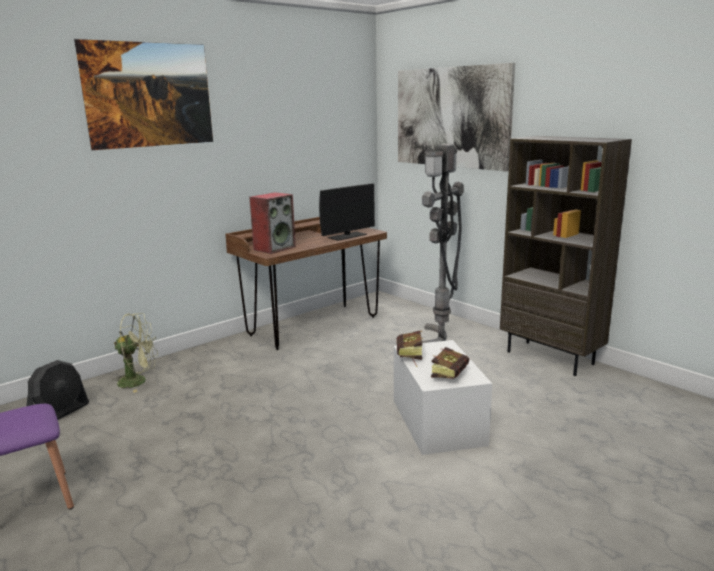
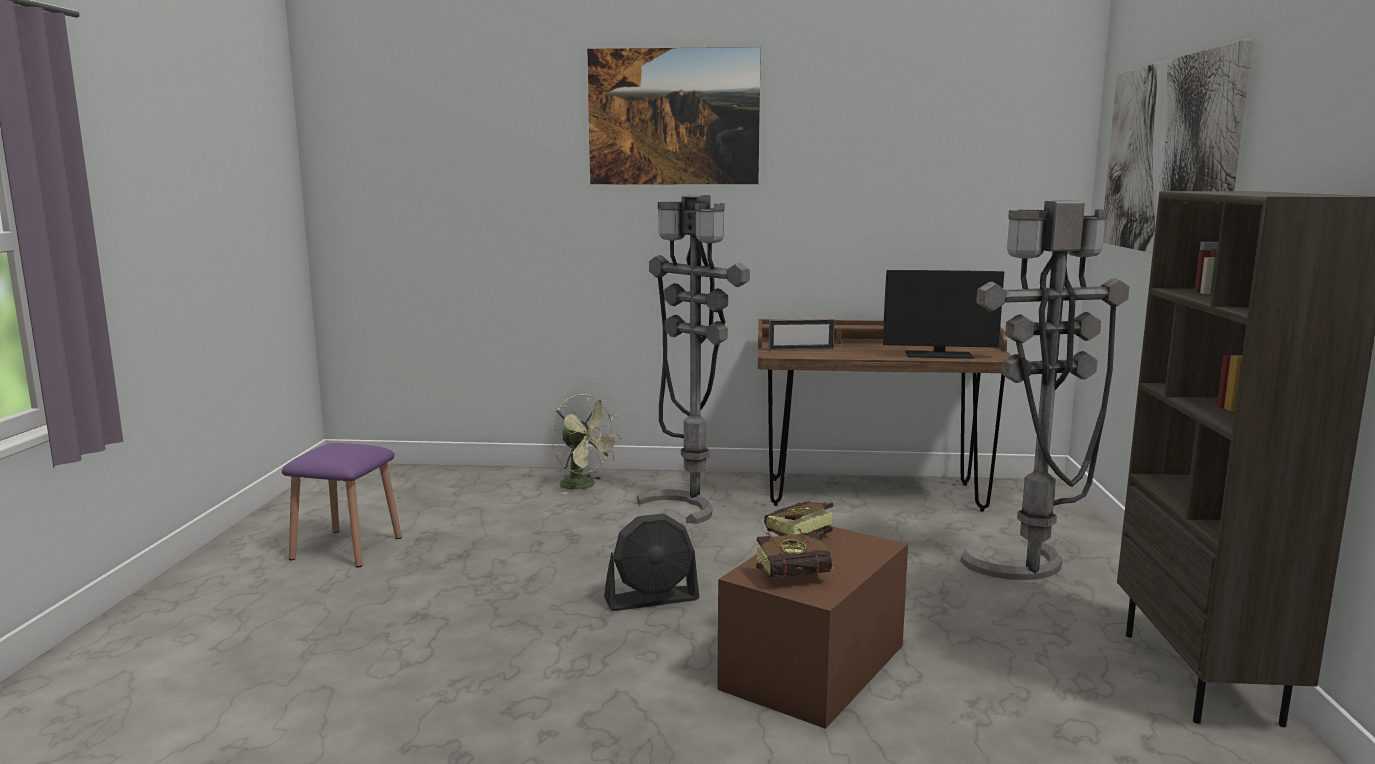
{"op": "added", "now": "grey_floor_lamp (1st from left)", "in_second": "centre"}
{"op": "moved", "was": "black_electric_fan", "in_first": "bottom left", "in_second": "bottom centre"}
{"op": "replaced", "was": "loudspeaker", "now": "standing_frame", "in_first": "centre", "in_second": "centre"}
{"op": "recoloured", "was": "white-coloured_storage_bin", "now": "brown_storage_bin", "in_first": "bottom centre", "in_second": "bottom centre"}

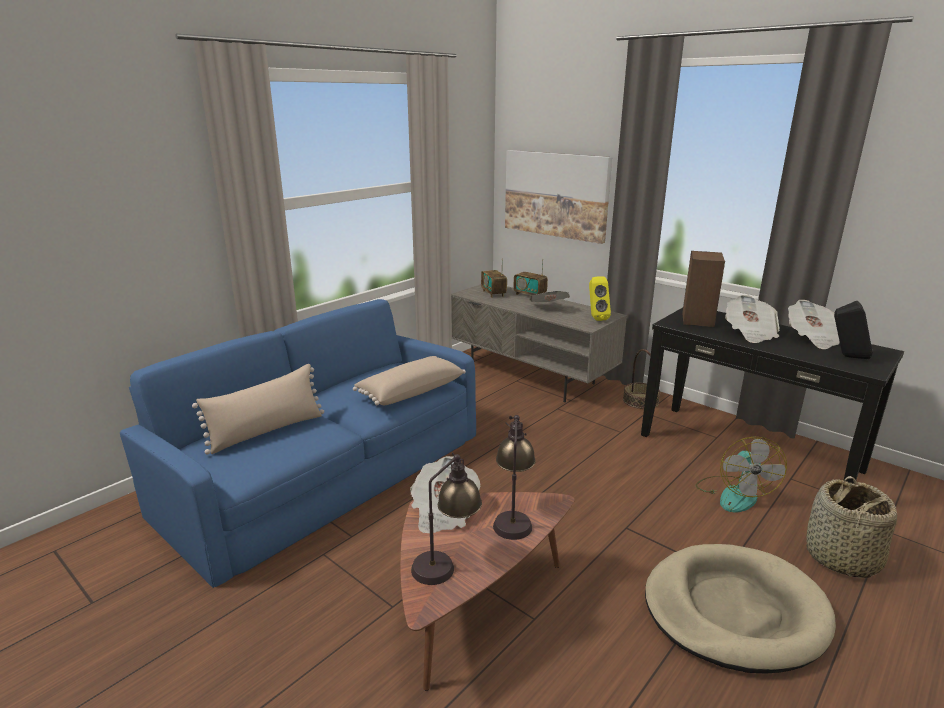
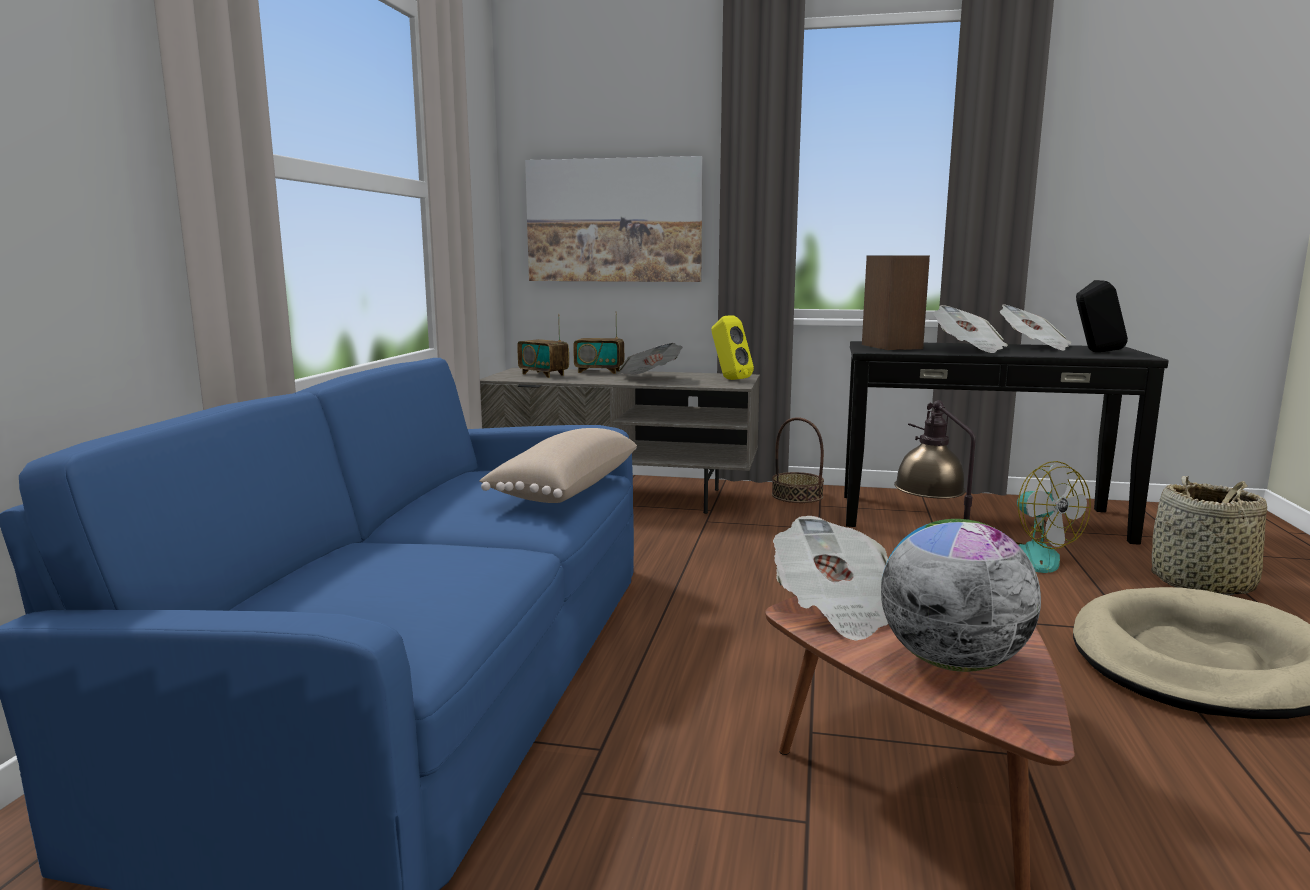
{"op": "removed", "was": "beige-coloured_cushion (1st from left)", "in_first": "middle left"}
{"op": "replaced", "was": "table_lamp (1st from left)", "now": "world_globe", "in_first": "bottom centre", "in_second": "bottom right"}

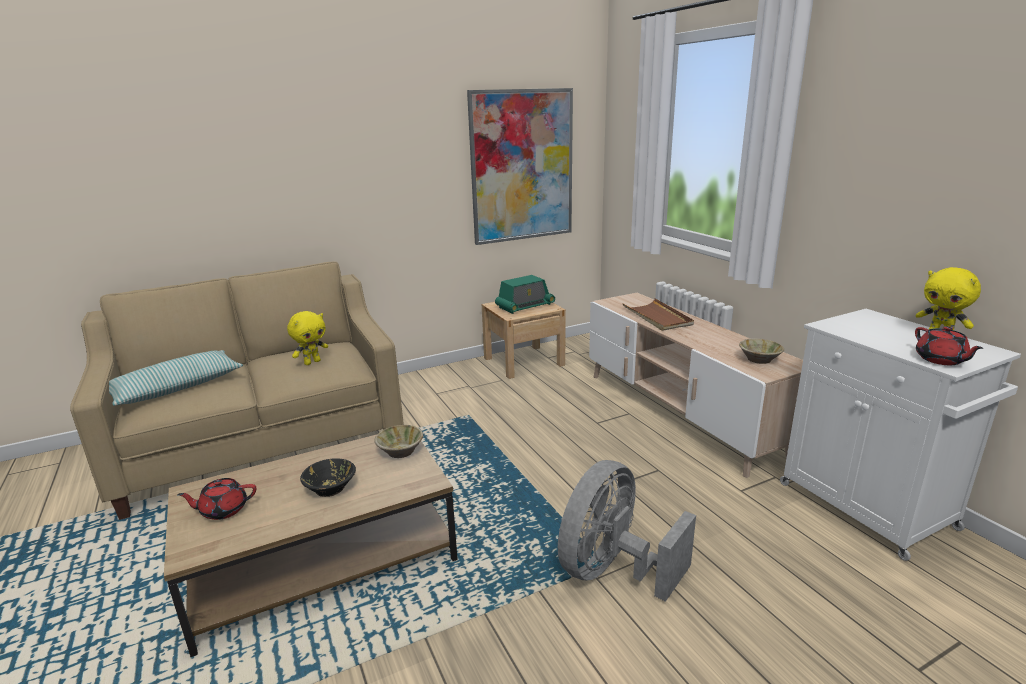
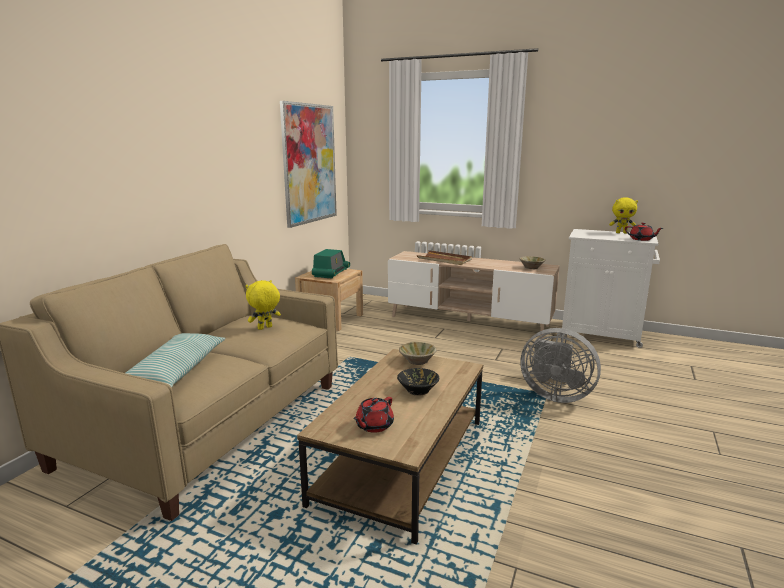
{"op": "turned", "was": "yellow-coloured_plush_toy (1st from left)", "in_first": "middle left", "in_second": "centre", "clockwise": -135}
{"op": "turned", "was": "grey_electric_fan", "in_first": "bottom centre", "in_second": "middle right", "clockwise": -60}

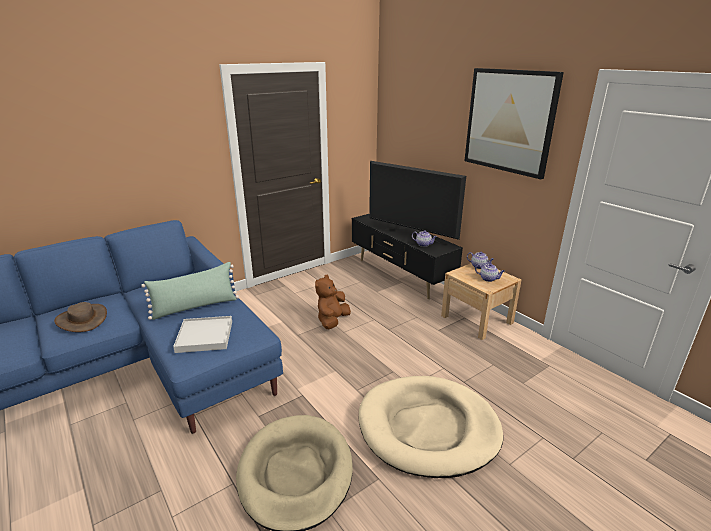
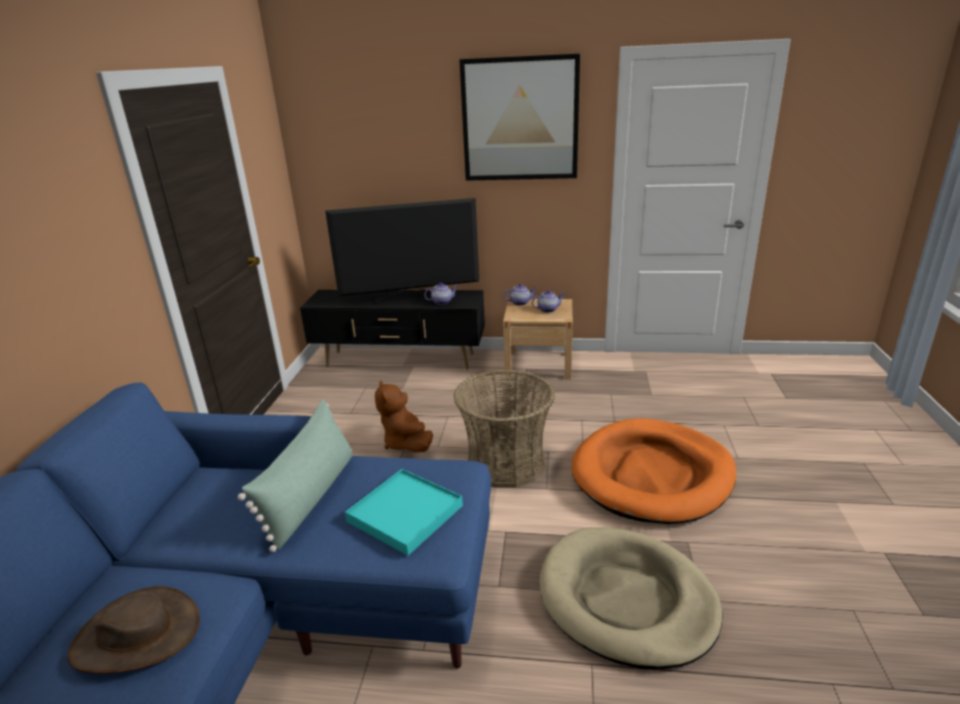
{"op": "added", "now": "basket", "in_second": "centre"}
{"op": "recoloured", "was": "white-coloured_serving_tray", "now": "turquoise-coloured_serving_tray", "in_first": "middle left", "in_second": "bottom centre"}
{"op": "recoloured", "was": "beige-coloured_dog_cushion (2nd from left)", "now": "orange-coloured_dog_cushion", "in_first": "bottom centre", "in_second": "bottom right"}

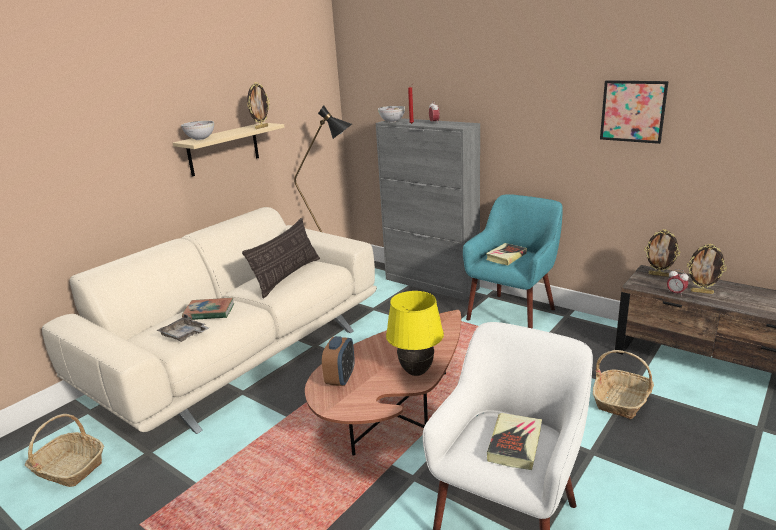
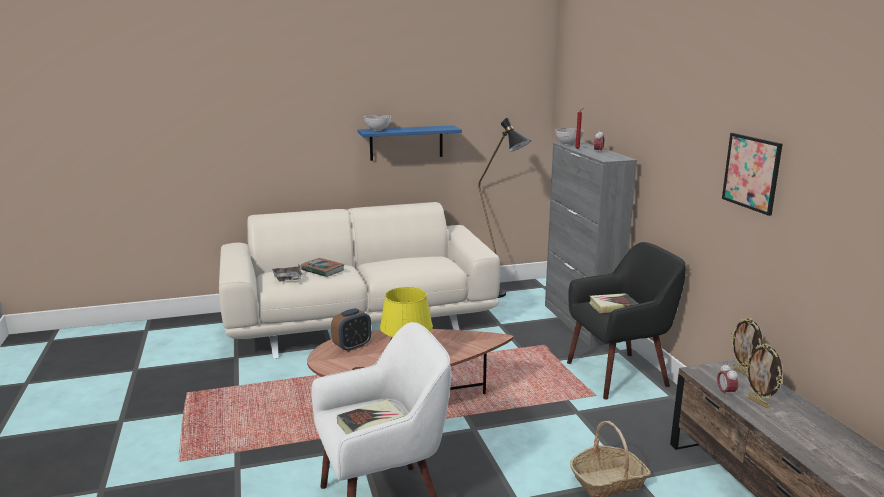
{"op": "removed", "was": "basket (1st from left)", "in_first": "bottom left"}
{"op": "removed", "was": "cushion", "in_first": "centre"}
{"op": "removed", "was": "standing_frame (1st from left)", "in_first": "top left"}
{"op": "recoloured", "was": "beige-coloured_shelf", "now": "blue-coloured_shelf", "in_first": "top left", "in_second": "top centre"}
{"op": "recoloured", "was": "turquoise-coloured_armchair", "now": "black_armchair", "in_first": "centre", "in_second": "middle right"}

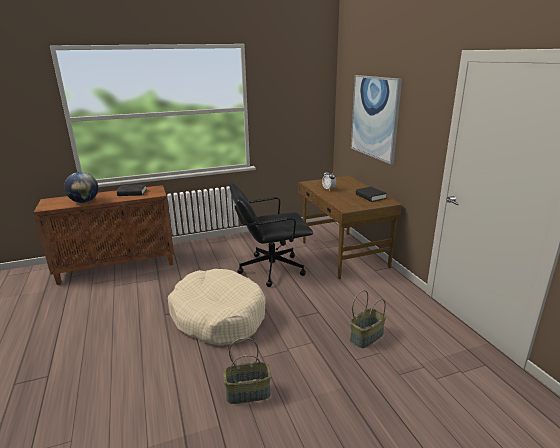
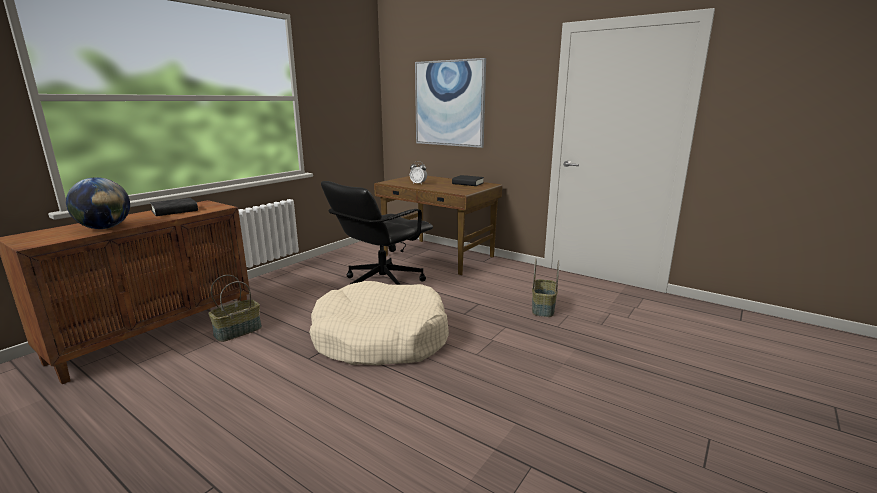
{"op": "moved", "was": "basket (1st from left)", "in_first": "bottom centre", "in_second": "middle left"}

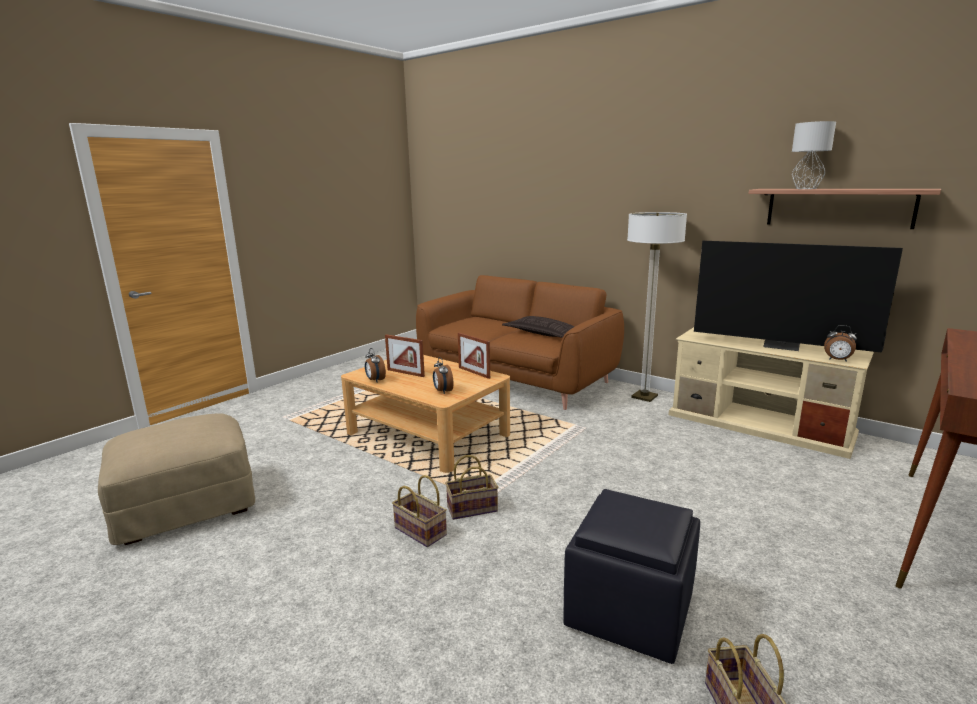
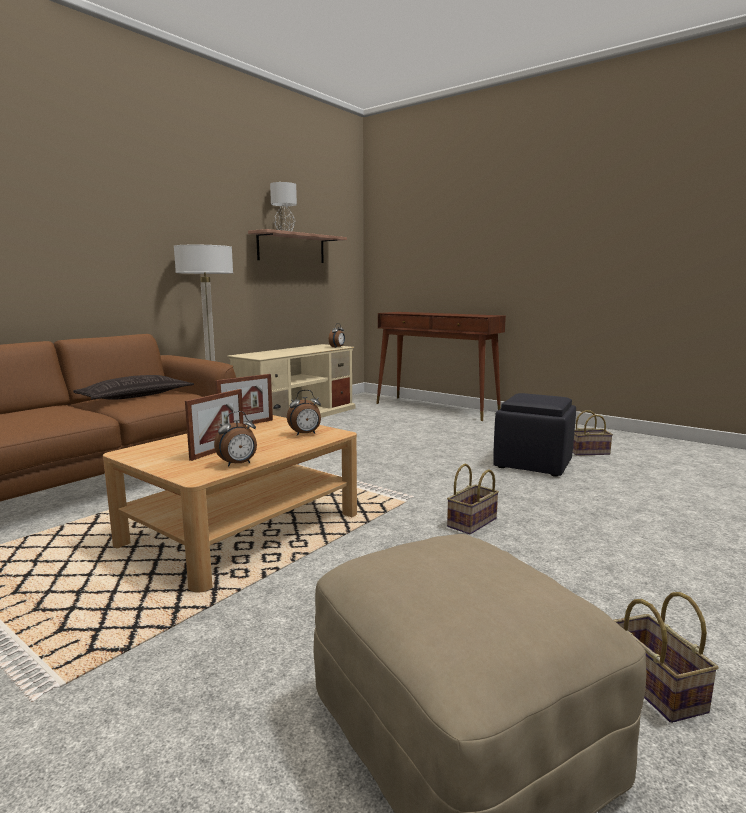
{"op": "removed", "was": "television", "in_first": "middle right"}
{"op": "moved", "was": "basket (2nd from left in the first image)", "now": "basket (3rd from left)", "in_first": "bottom centre", "in_second": "bottom right"}

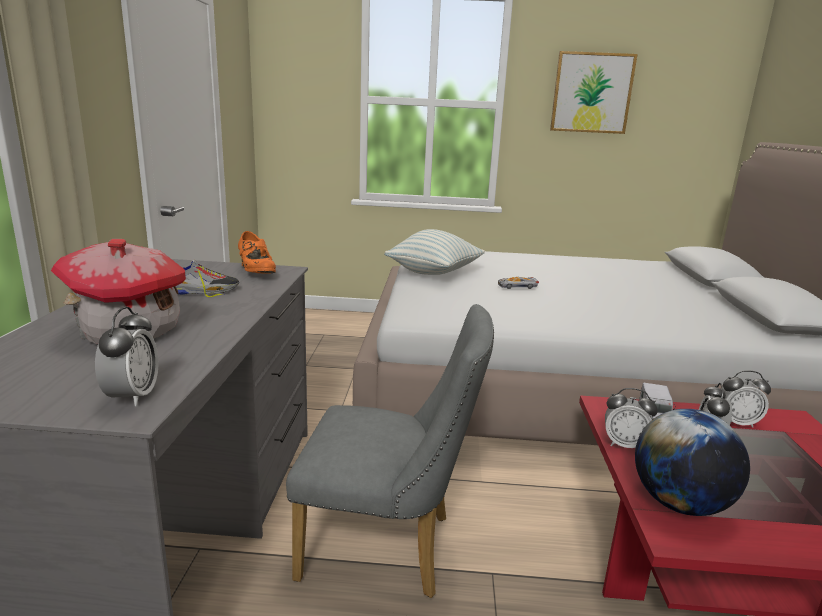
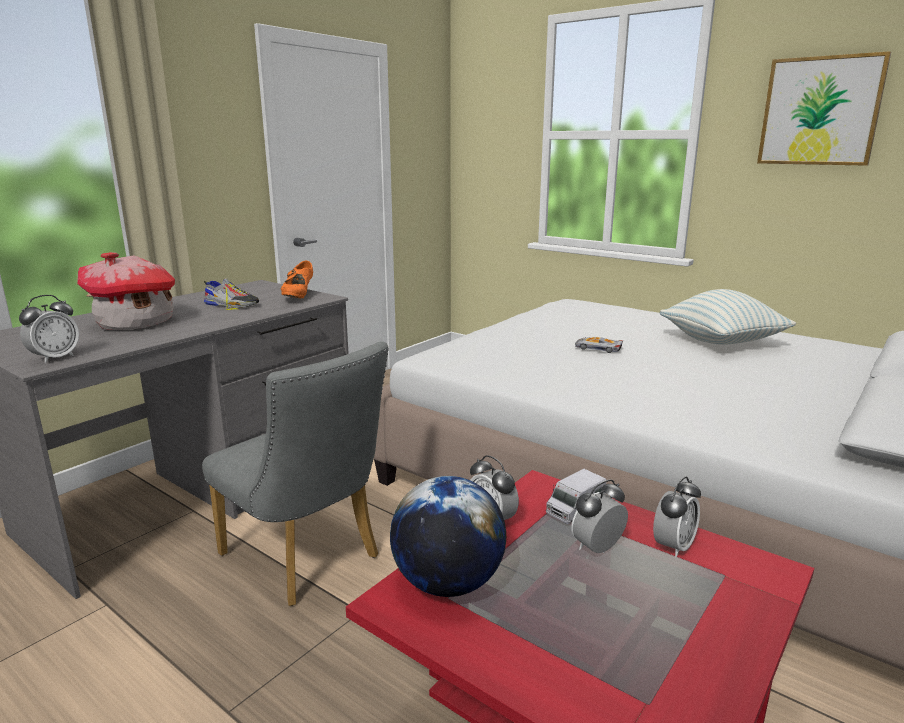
{"op": "moved", "was": "cushion", "in_first": "centre", "in_second": "middle right"}
{"op": "turned", "was": "bedside_clock (4th from left)", "in_first": "middle right", "in_second": "bottom right", "clockwise": -90}

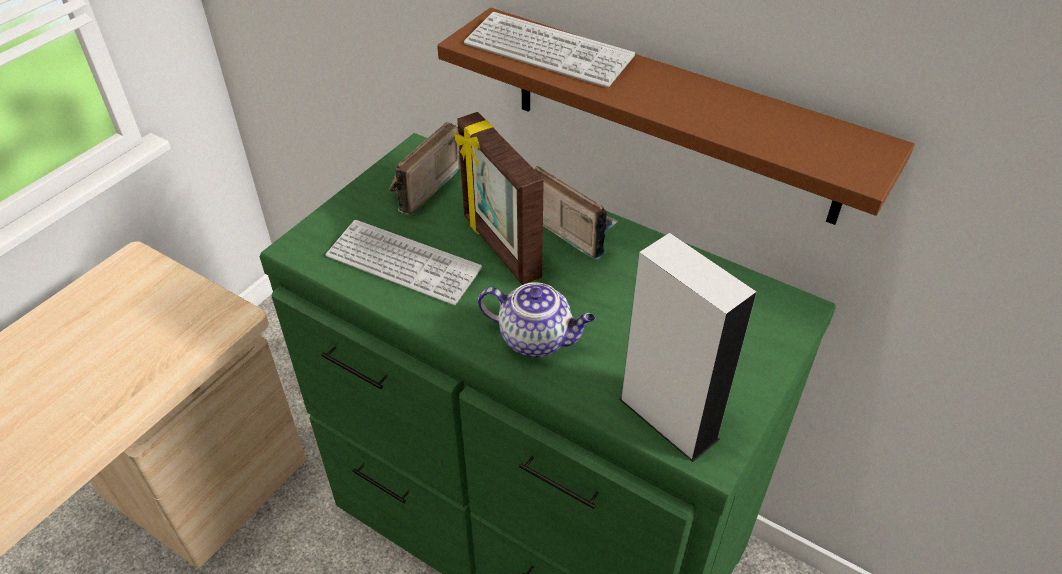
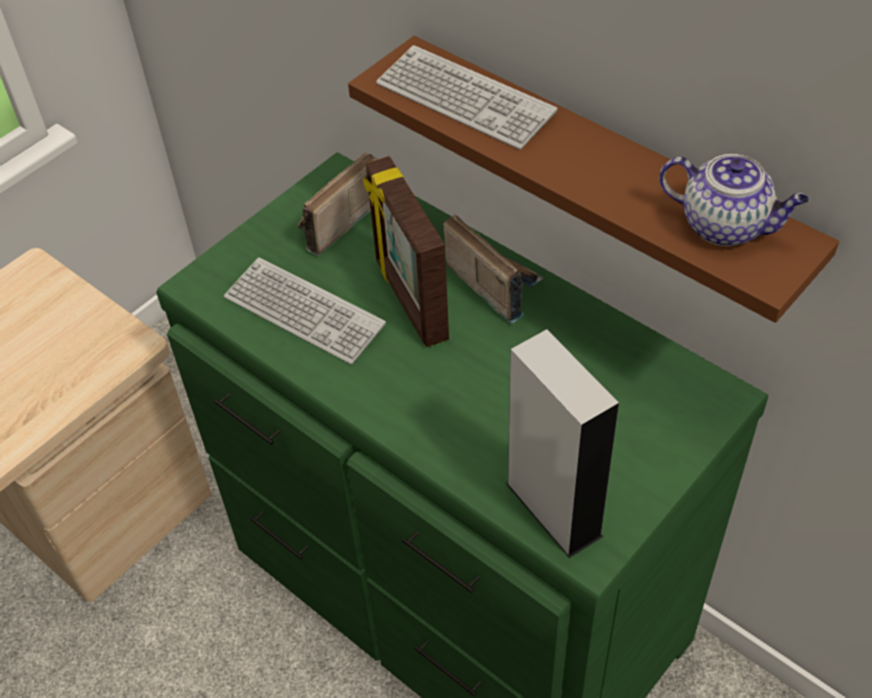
{"op": "moved", "was": "pot_for_tea", "in_first": "centre", "in_second": "top right"}

